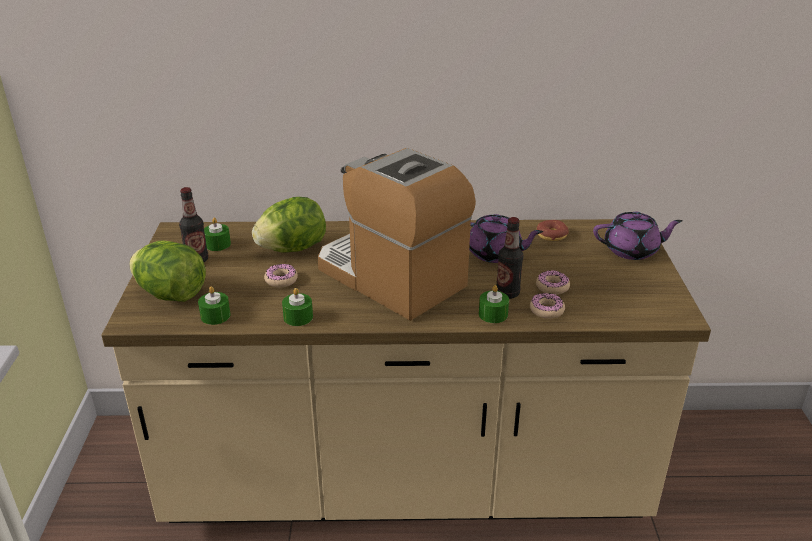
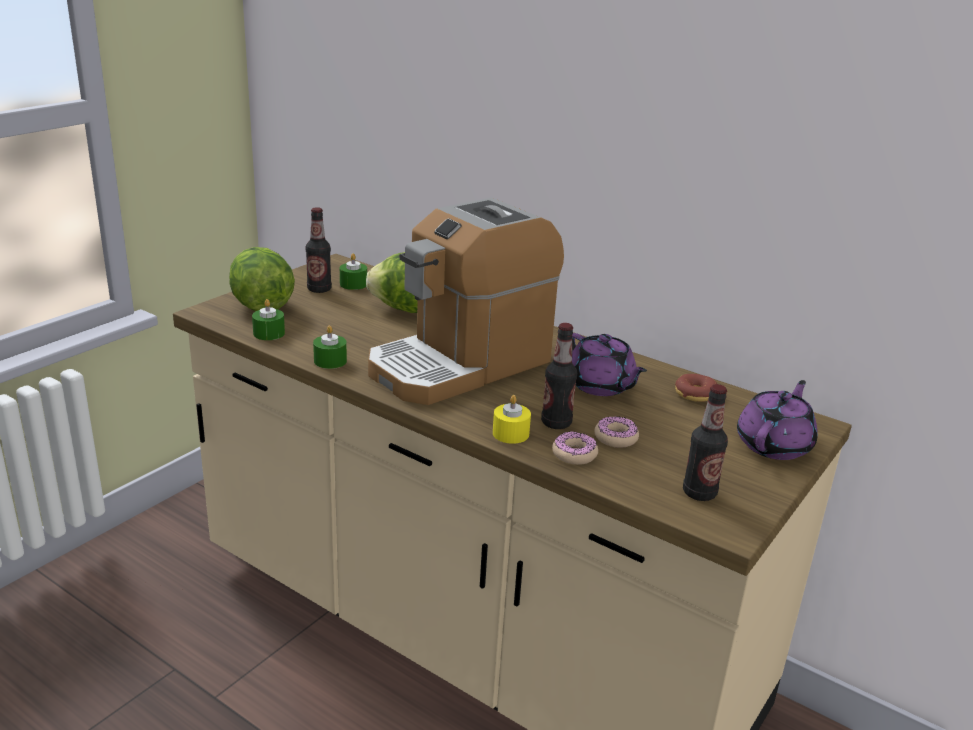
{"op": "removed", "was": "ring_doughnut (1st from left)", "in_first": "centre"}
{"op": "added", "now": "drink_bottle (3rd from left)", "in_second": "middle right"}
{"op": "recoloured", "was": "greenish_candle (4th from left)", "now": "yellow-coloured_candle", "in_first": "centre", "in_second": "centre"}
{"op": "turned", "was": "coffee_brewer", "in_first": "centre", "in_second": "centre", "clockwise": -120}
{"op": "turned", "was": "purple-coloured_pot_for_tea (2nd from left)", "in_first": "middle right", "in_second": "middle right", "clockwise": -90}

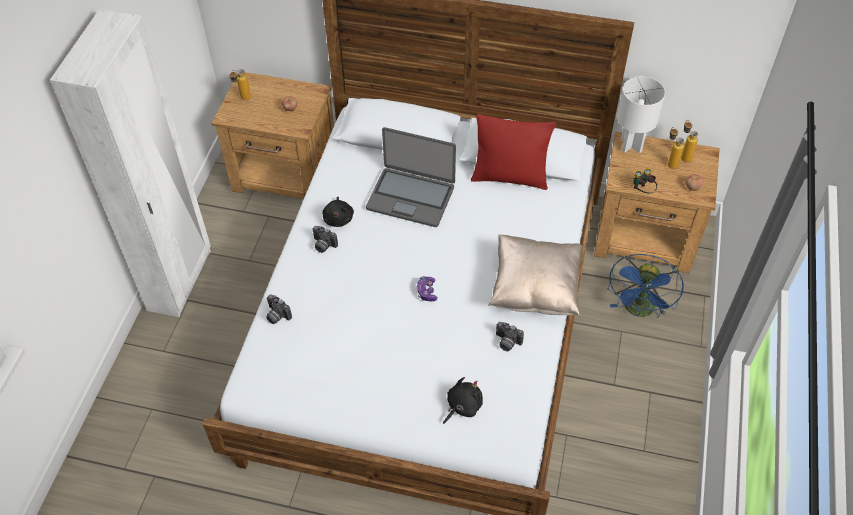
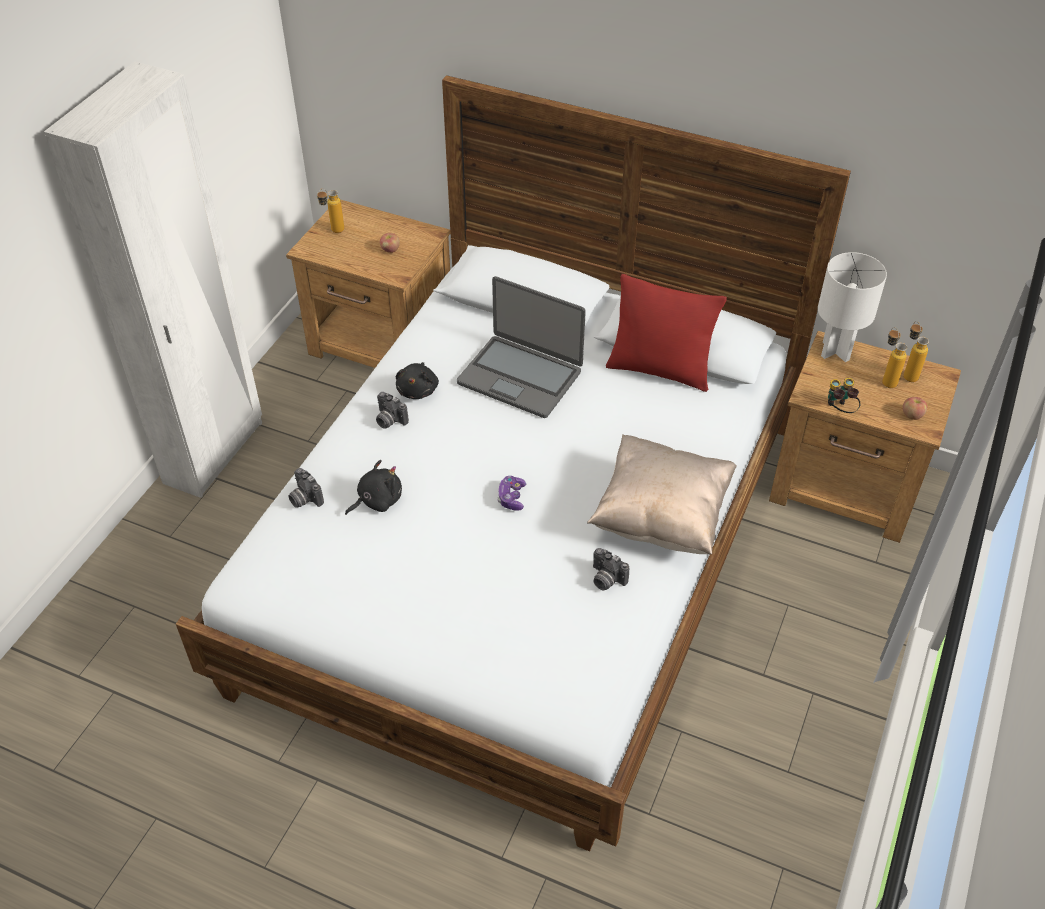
{"op": "removed", "was": "blue-coloured_electric_fan", "in_first": "middle right"}
{"op": "moved", "was": "black_plush_toy (2nd from left in the first image)", "now": "black_plush_toy (1st from left)", "in_first": "bottom centre", "in_second": "centre"}

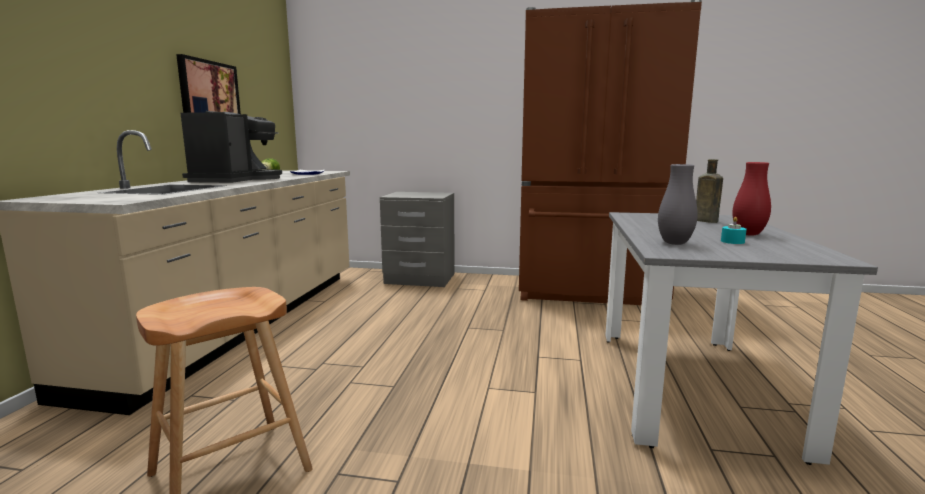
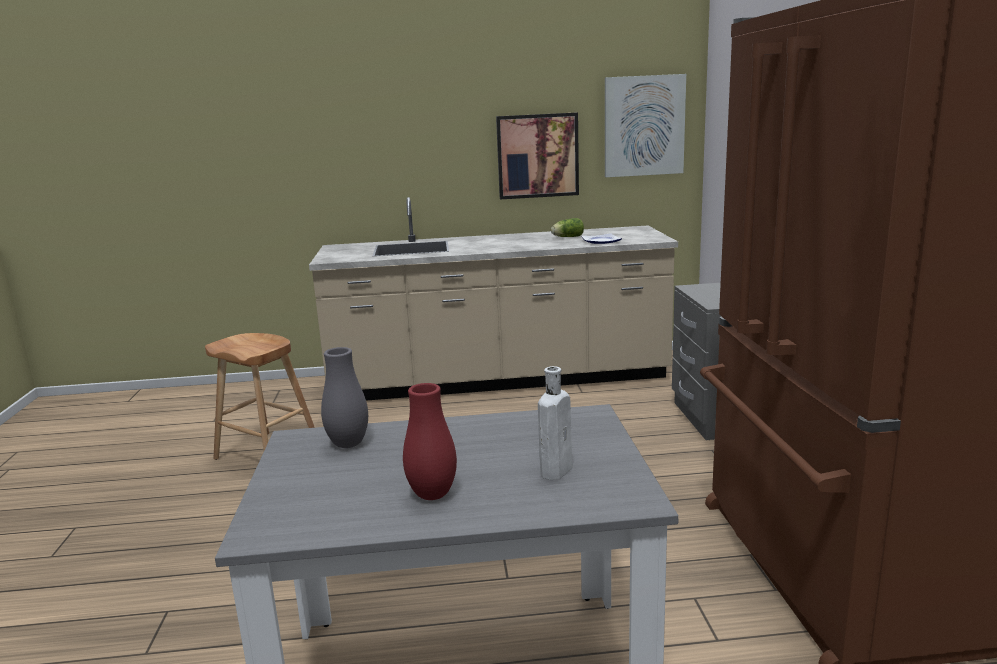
{"op": "removed", "was": "coffee_brewer", "in_first": "top left"}
{"op": "removed", "was": "turquoise-coloured_candle", "in_first": "middle right"}
{"op": "added", "now": "wall_picture (2nd from left)", "in_second": "top centre"}
{"op": "recoloured", "was": "brown_drink_bottle", "now": "white-coloured_drink_bottle", "in_first": "middle right", "in_second": "centre"}

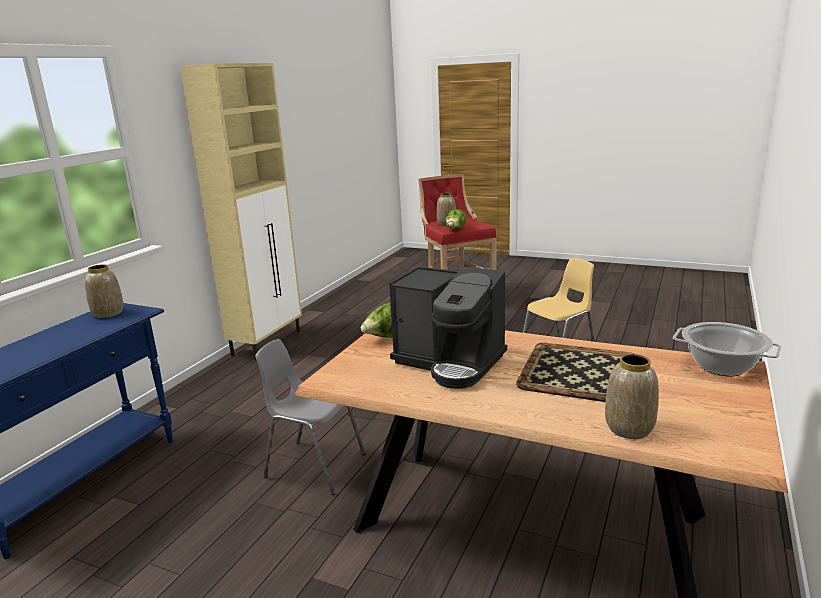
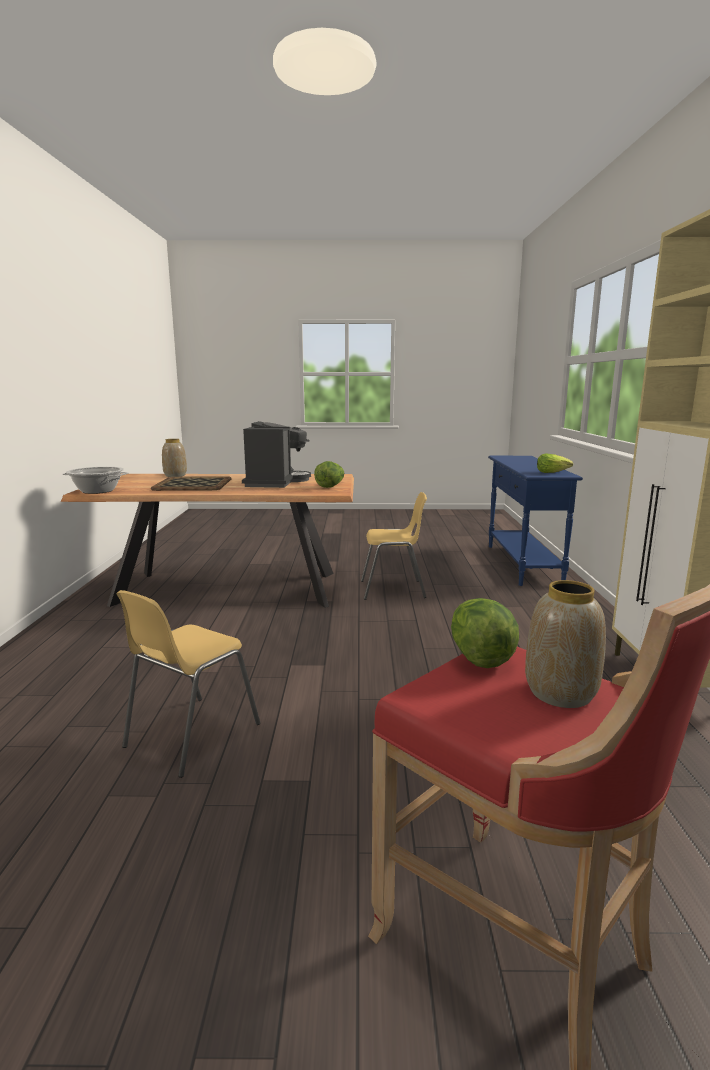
{"op": "replaced", "was": "vase (1st from left)", "now": "head_of_lettuce (3rd from left)", "in_first": "middle left", "in_second": "middle right"}
{"op": "recoloured", "was": "grey_chair", "now": "yellow-coloured_chair (2nd from left)", "in_first": "bottom centre", "in_second": "centre"}
{"op": "turned", "was": "coffee_brewer", "in_first": "centre", "in_second": "centre", "clockwise": 90}

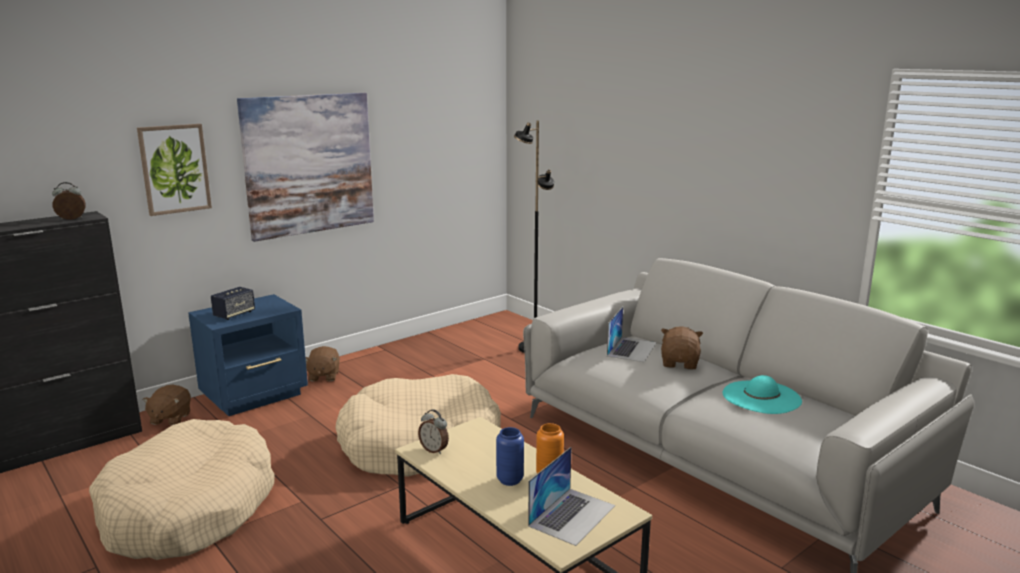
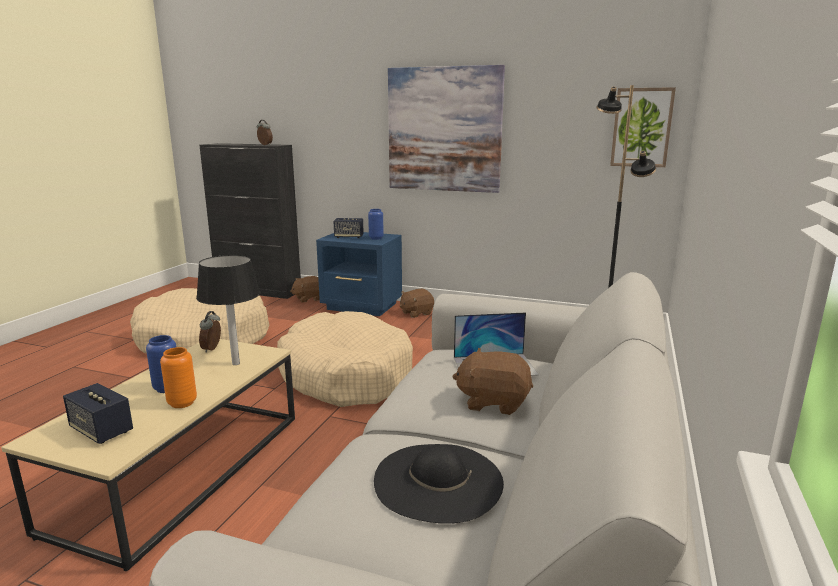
{"op": "added", "now": "black_table_lamp", "in_second": "middle left"}
{"op": "added", "now": "blue-coloured_vase (2nd from left)", "in_second": "centre"}
{"op": "moved", "was": "wall_picture (1st from left in the first image)", "now": "wall_picture (2nd from left)", "in_first": "top left", "in_second": "top right"}
{"op": "replaced", "was": "laptop (1st from left)", "now": "loudspeaker (1st from left)", "in_first": "bottom centre", "in_second": "bottom left"}
{"op": "recoloured", "was": "turquoise-coloured_clothing_hat", "now": "black_clothing_hat", "in_first": "bottom right", "in_second": "bottom centre"}
{"op": "turned", "was": "brown_plush_toy (3rd from left)", "in_first": "middle right", "in_second": "centre", "clockwise": -150}

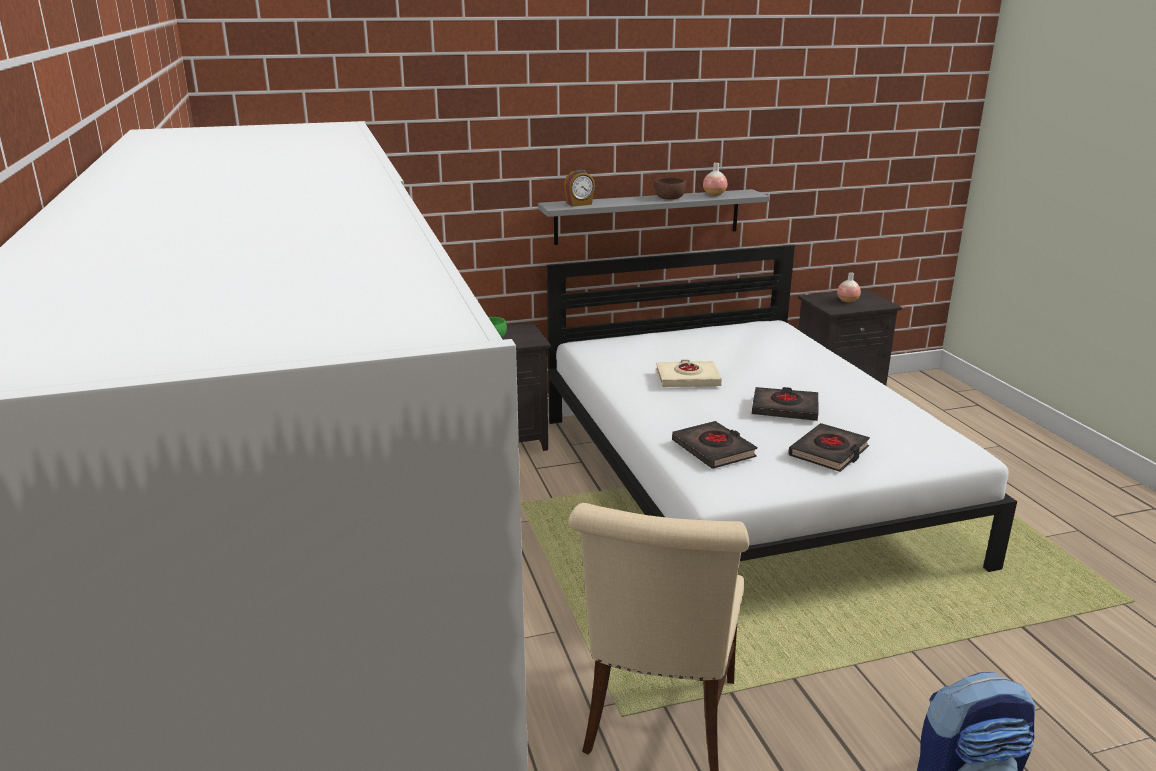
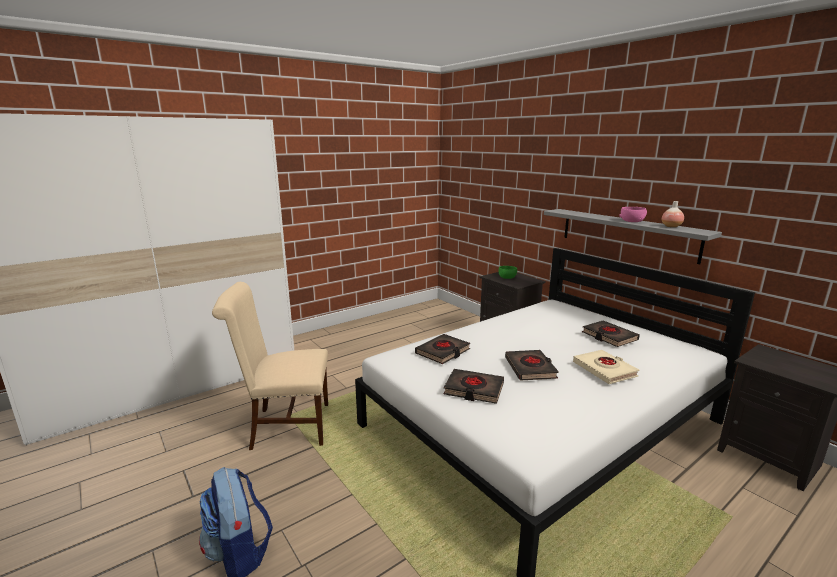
{"op": "removed", "was": "bedside_clock", "in_first": "top centre"}
{"op": "removed", "was": "vase (2nd from left)", "in_first": "middle right"}
{"op": "added", "now": "black_volume (4th from left)", "in_second": "middle right"}
{"op": "moved", "was": "beige-coloured_volume", "in_first": "centre", "in_second": "middle right"}
{"op": "recoloured", "was": "brown_bowl", "now": "pinkish_bowl", "in_first": "top centre", "in_second": "middle right"}

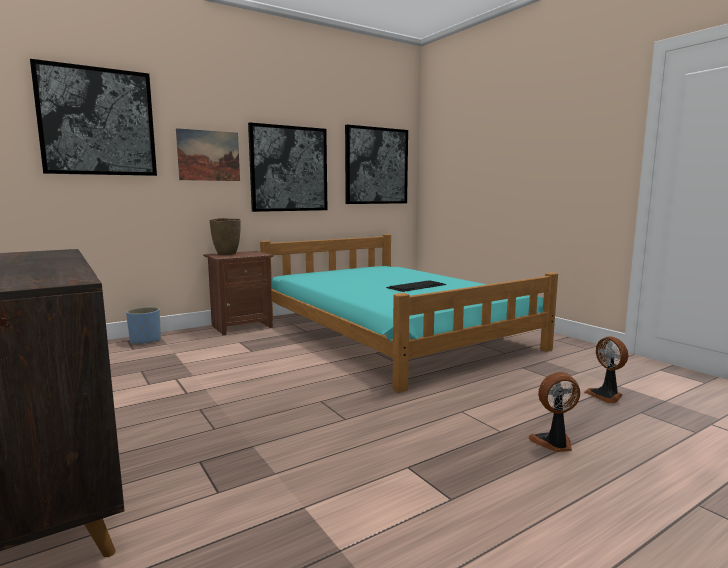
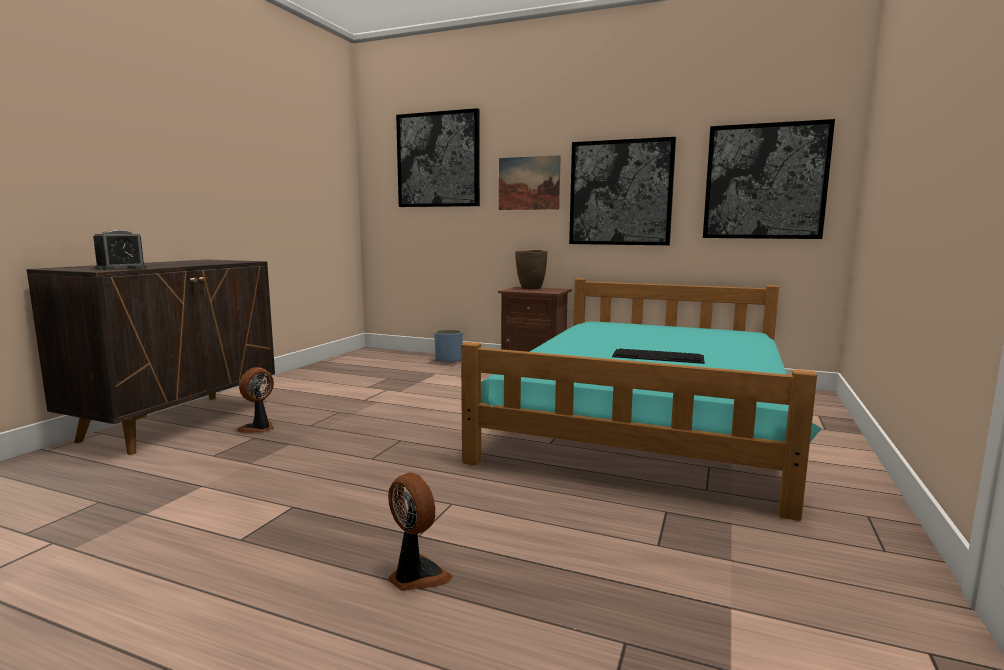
{"op": "added", "now": "bedside_clock", "in_second": "middle left"}
{"op": "moved", "was": "electric_fan (2nd from left in the first image)", "now": "electric_fan (1st from left)", "in_first": "middle right", "in_second": "middle left"}

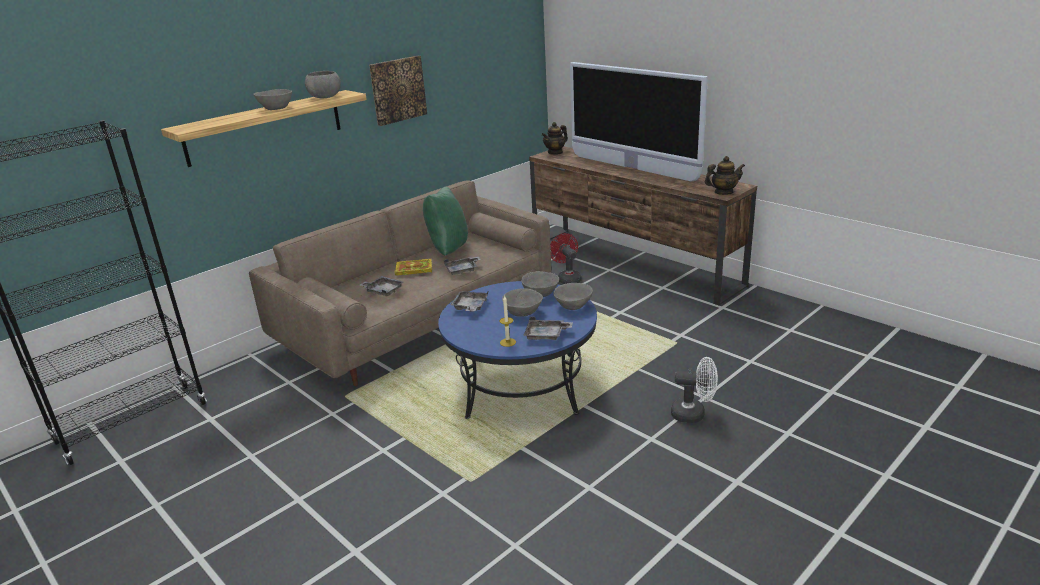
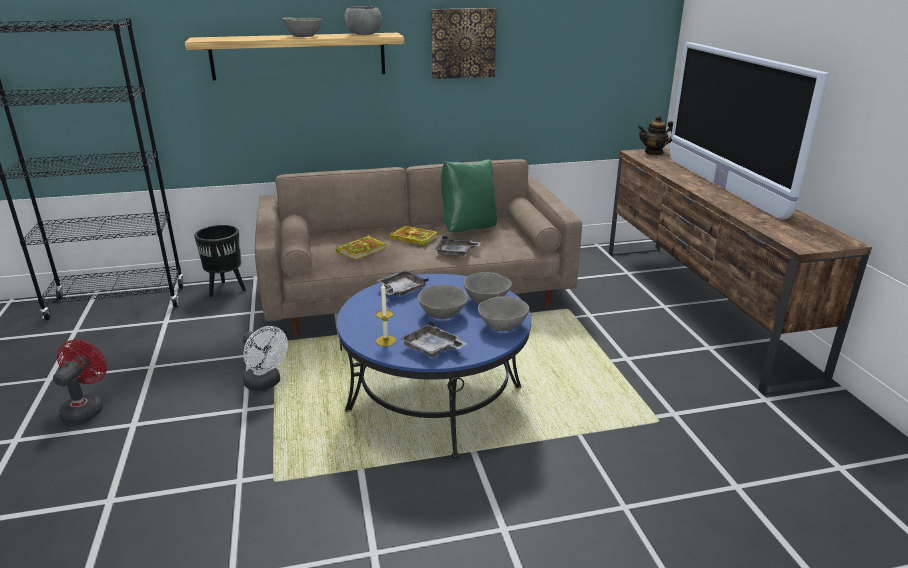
{"op": "removed", "was": "pot_for_tea (2nd from left)", "in_first": "top right"}
{"op": "added", "now": "black_flower_pot", "in_second": "middle left"}
{"op": "moved", "was": "red_electric_fan", "in_first": "centre", "in_second": "bottom left"}
{"op": "moved", "was": "white-coloured_electric_fan", "in_first": "bottom right", "in_second": "middle left"}
{"op": "replaced", "was": "grey_serving_tray (1st from left)", "now": "volume (1st from left)", "in_first": "centre", "in_second": "centre"}

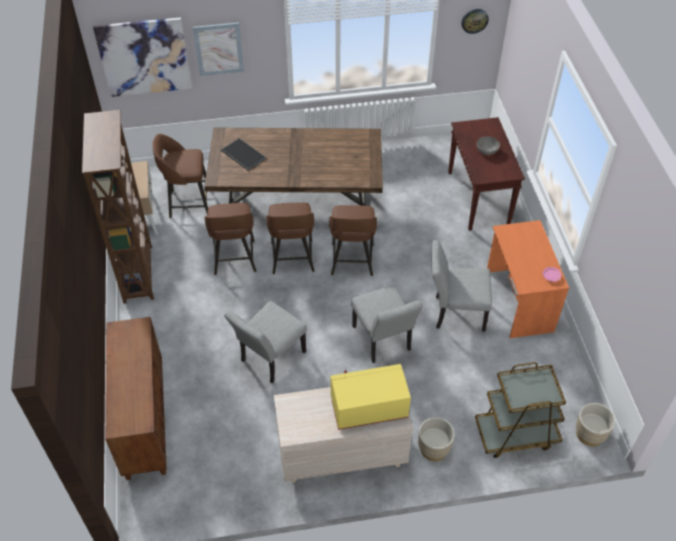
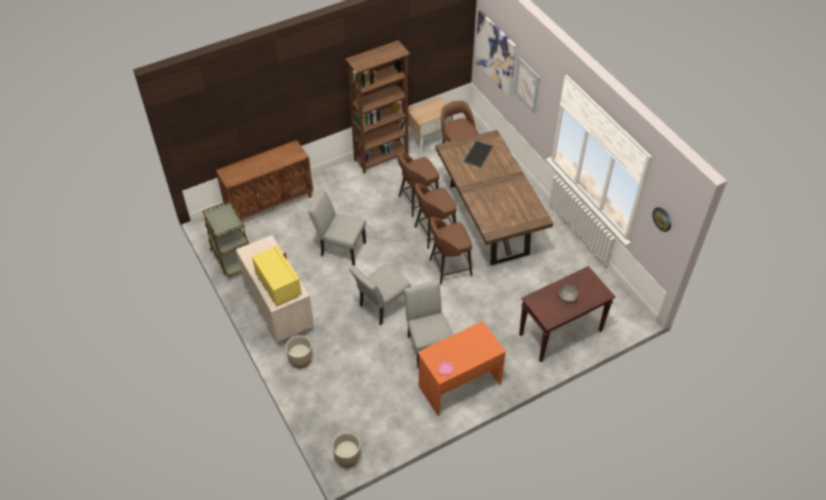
{"op": "moved", "was": "brown_wheeled_cart", "in_first": "bottom right", "in_second": "middle left"}

